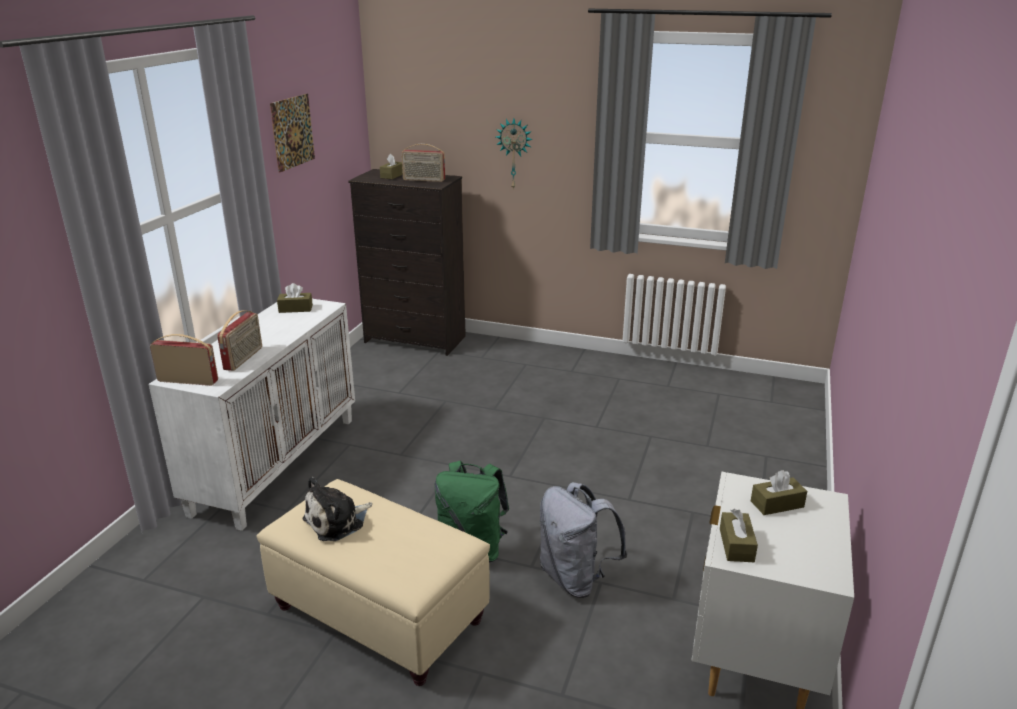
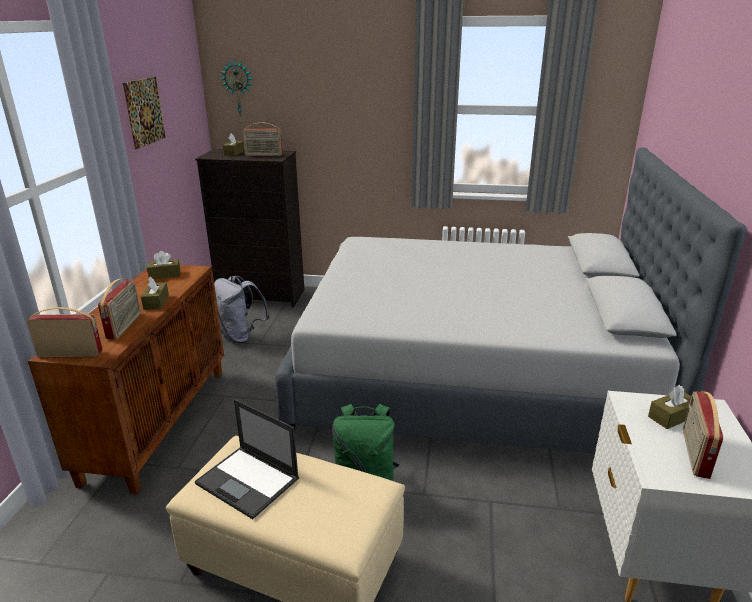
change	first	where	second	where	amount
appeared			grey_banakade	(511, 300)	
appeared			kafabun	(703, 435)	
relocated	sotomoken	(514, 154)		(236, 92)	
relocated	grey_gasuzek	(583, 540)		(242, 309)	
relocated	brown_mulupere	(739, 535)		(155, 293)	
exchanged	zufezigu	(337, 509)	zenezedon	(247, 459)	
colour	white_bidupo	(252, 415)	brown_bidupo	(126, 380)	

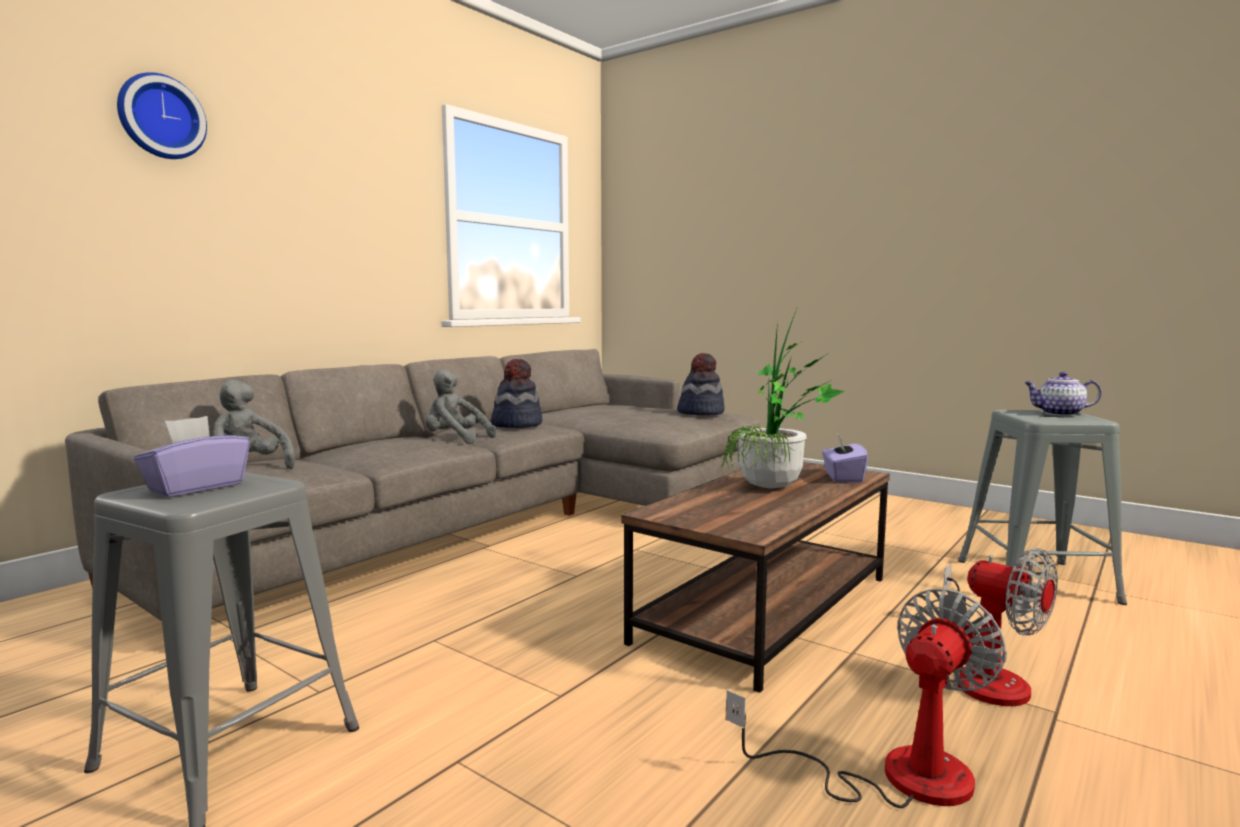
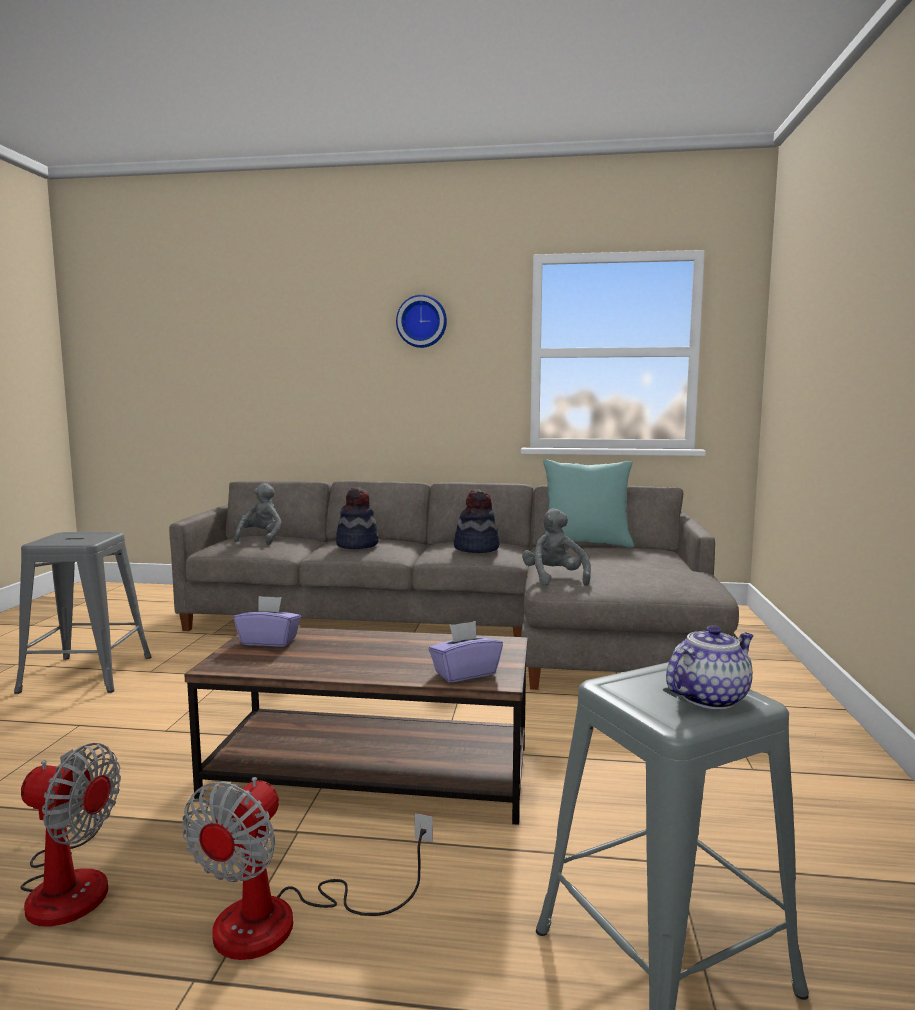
change	first	where	second	where	amount
missing	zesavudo	(783, 399)			
appeared			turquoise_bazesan	(588, 503)	
relocated	sotomoken	(162, 115)		(421, 321)	
relocated	purple_mulupere	(192, 456)		(267, 621)	
relocated	grey_zufezigu	(460, 406)		(556, 547)	
relocated	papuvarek	(701, 384)		(357, 518)	
spun	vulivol	(1063, 394)		(710, 667)	75 degrees clockwise

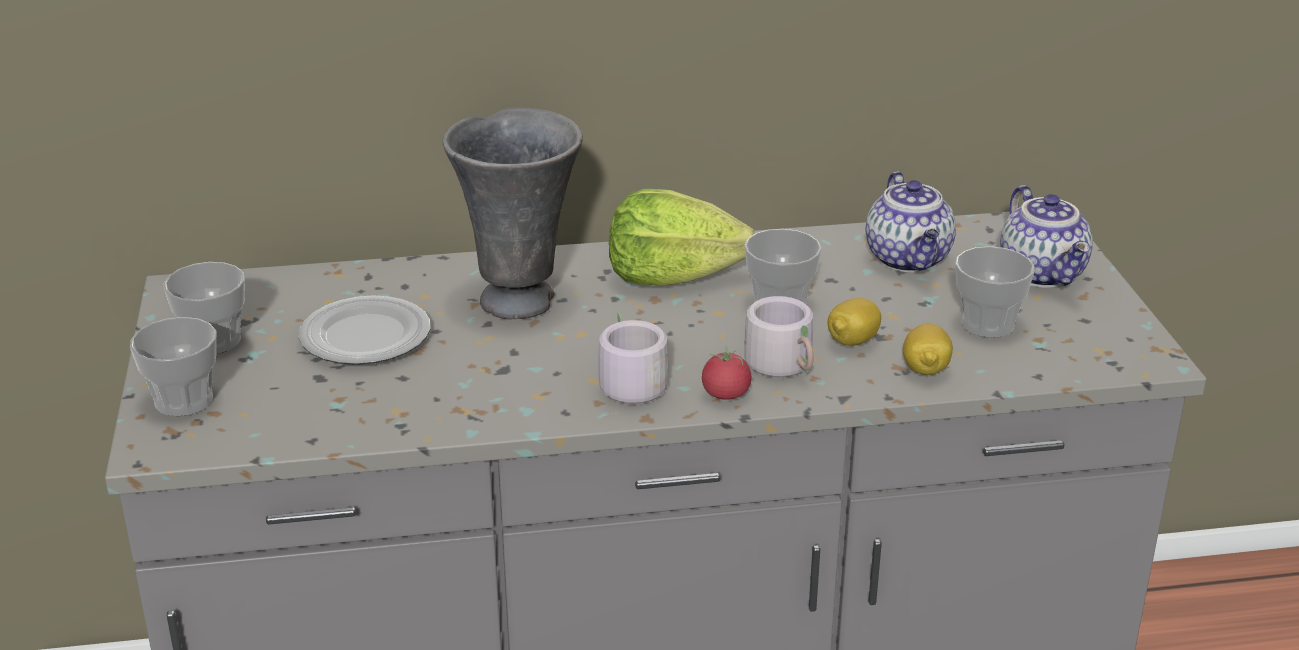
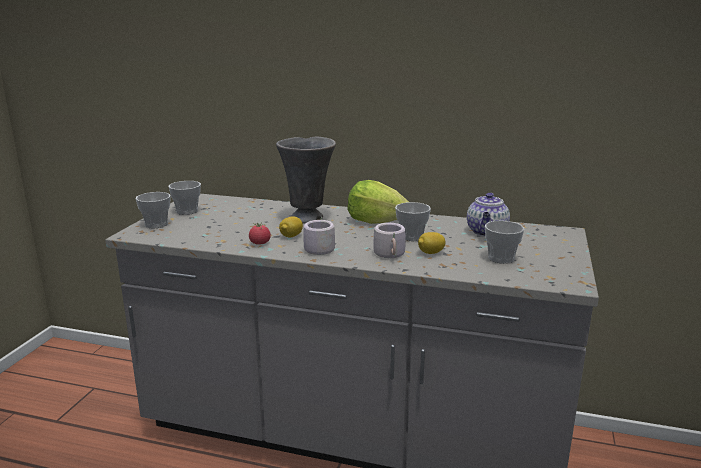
change	first	where	second	where	amount
missing	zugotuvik	(365, 330)			
missing	vulivol	(1046, 236)			
relocated	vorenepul	(726, 373)		(260, 233)	
relocated	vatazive	(928, 349)		(291, 226)	

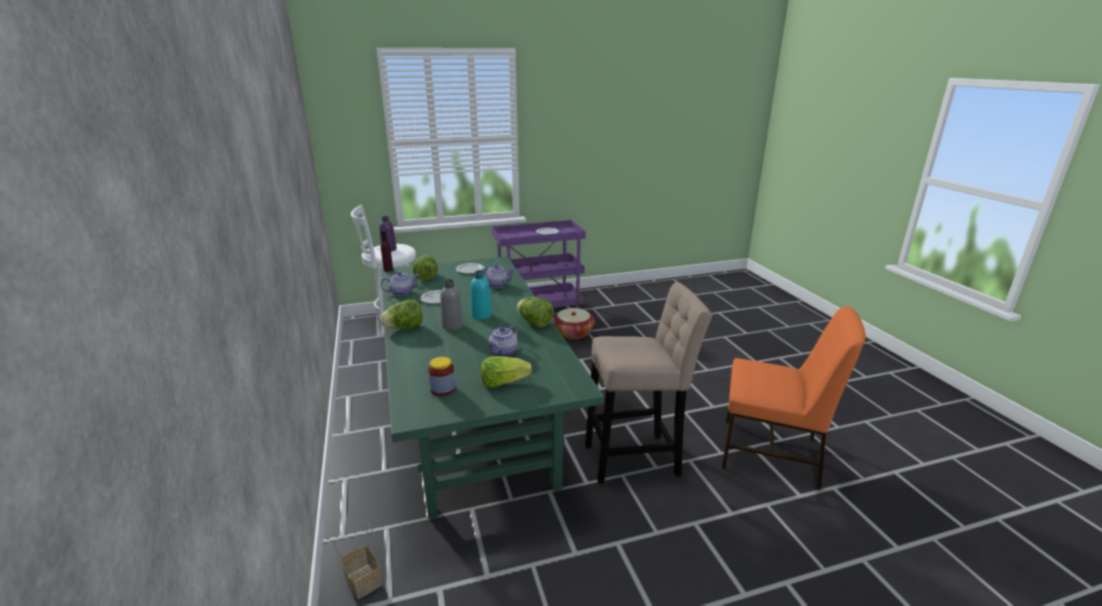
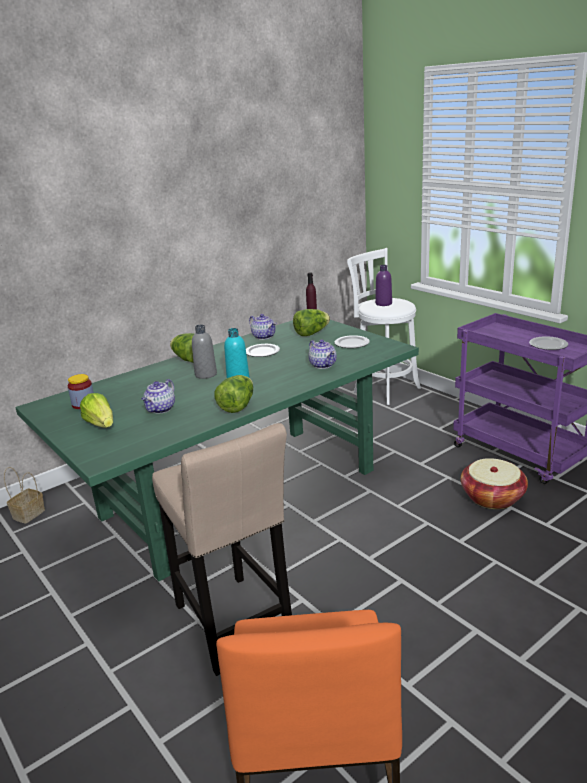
change	first	where	second	where	amount
spun	vulivol	(502, 341)		(158, 396)	75 degrees counterclockwise

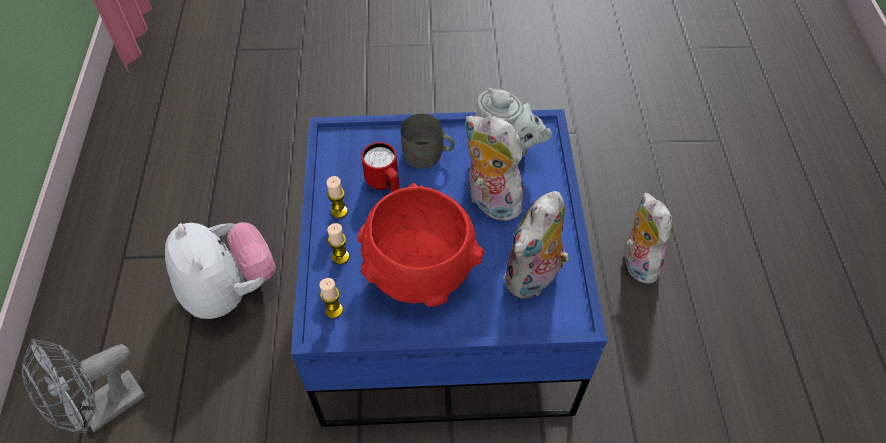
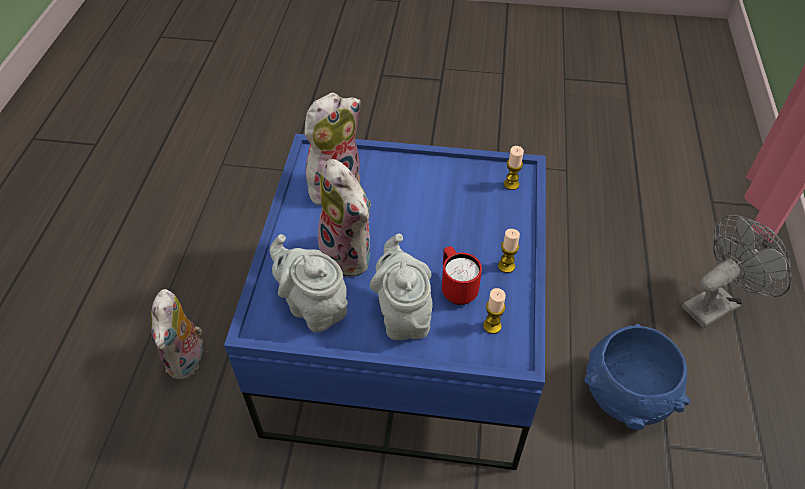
change	first	where	second	where	amount
missing	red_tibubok	(421, 245)			
relocated	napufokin	(338, 243)		(494, 311)	
exchanged	zufezigu	(220, 270)	blue_tibubok	(637, 377)	
exchanged	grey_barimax	(428, 141)	grey_vulivol	(401, 287)	

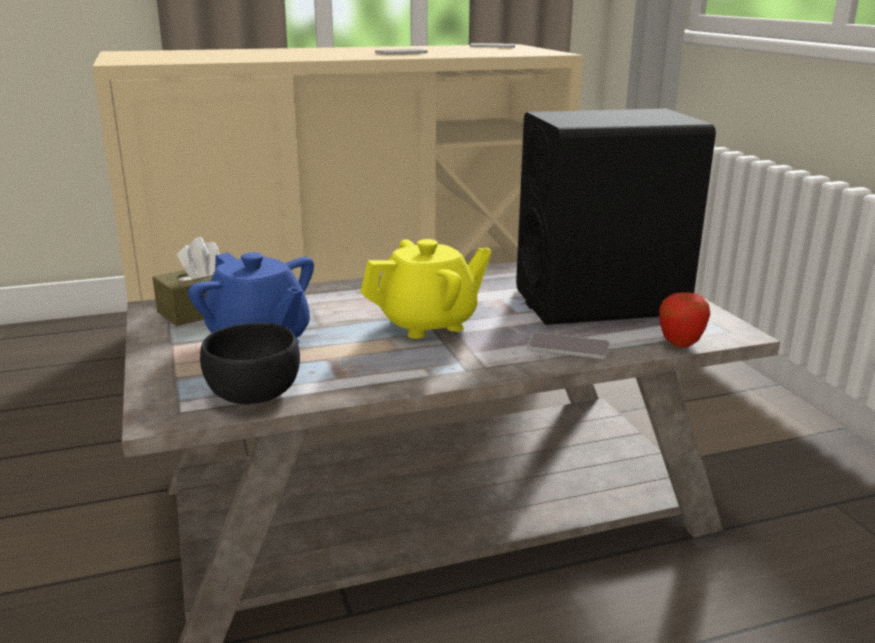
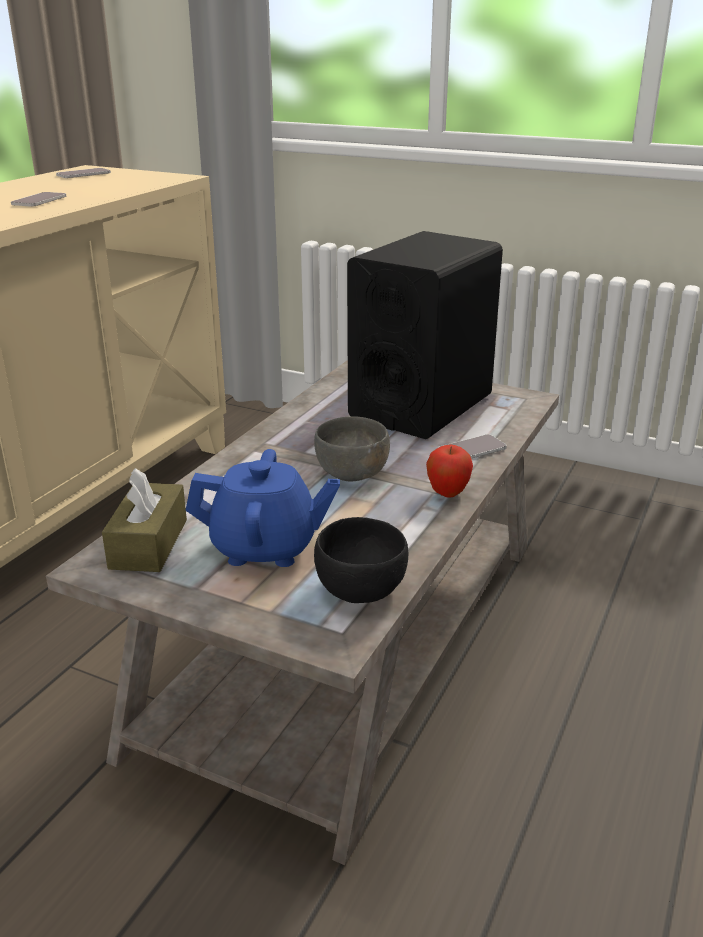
change	first	where	second	where	amount
relocated	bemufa	(684, 320)		(449, 471)	
exchanged	yellow_vulivol	(426, 289)	grey_tibubok	(352, 448)	

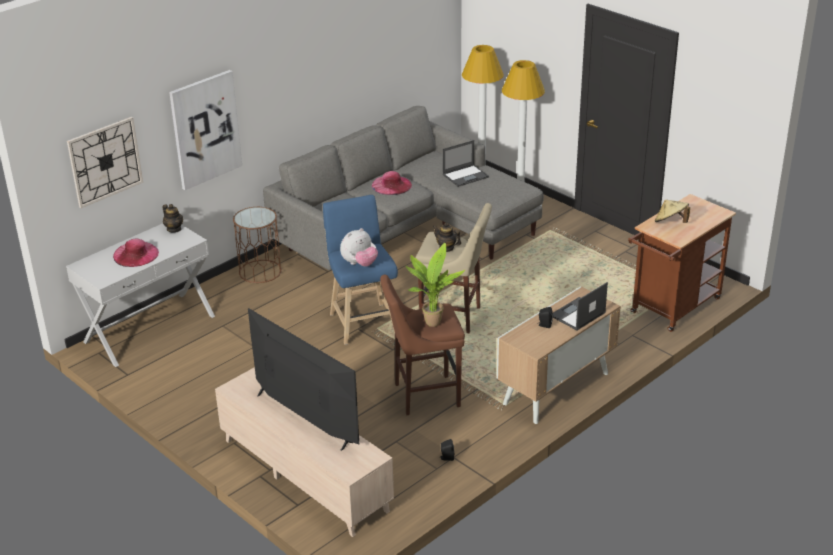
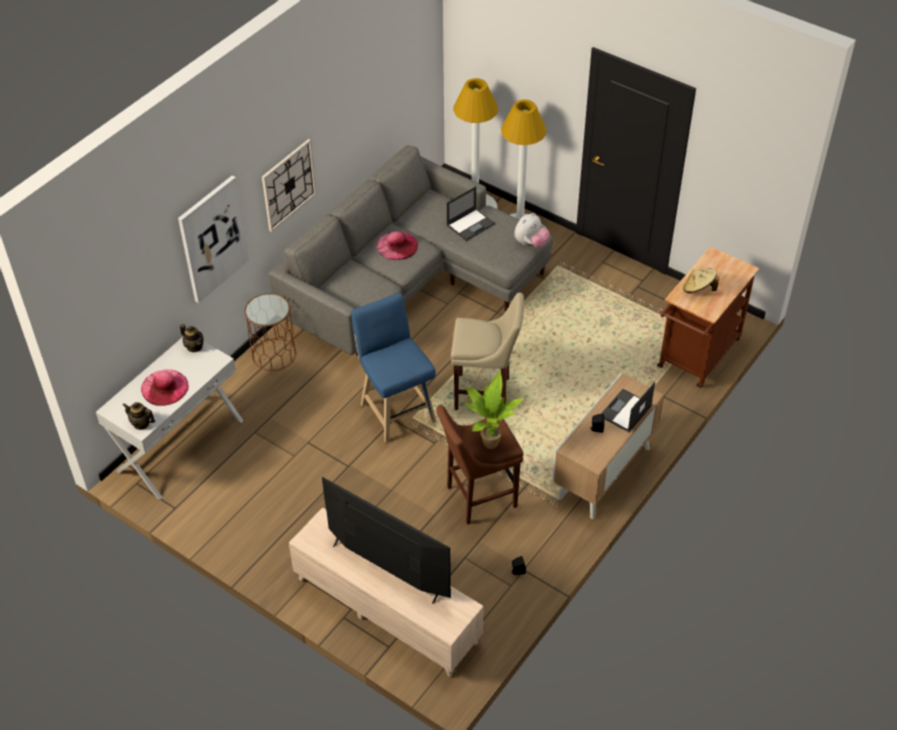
change	first	where	second	where	amount
relocated	sotomoken	(105, 162)		(289, 185)	
relocated	zufezigu	(359, 247)		(532, 230)	
relocated	vulivol	(447, 237)		(139, 416)	

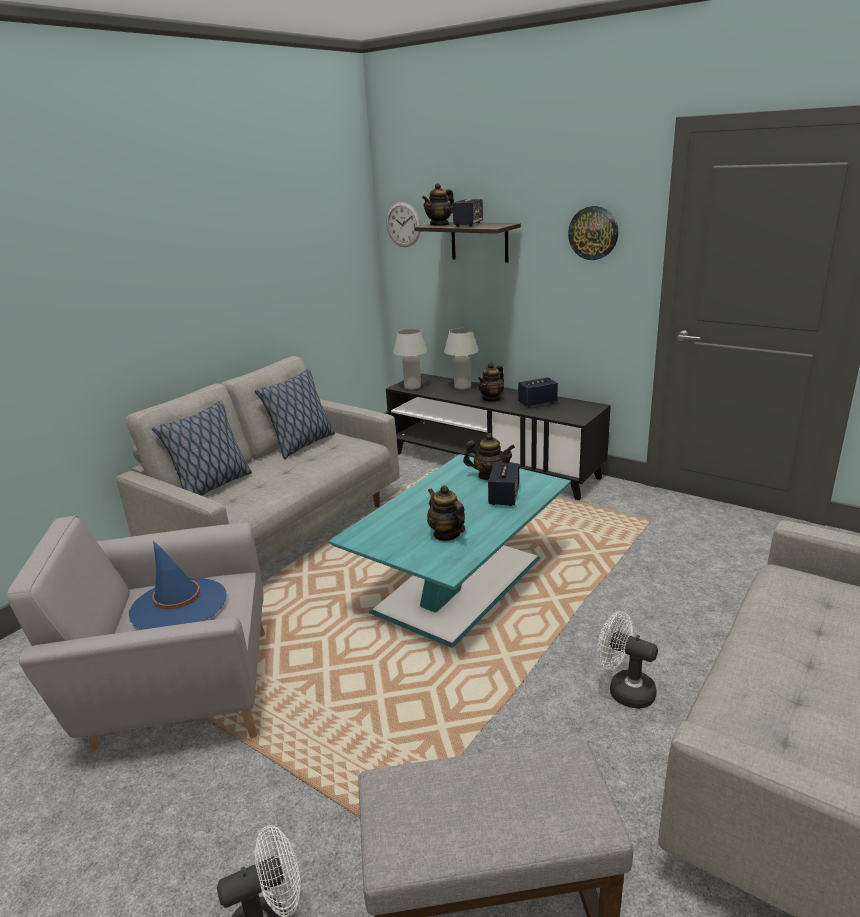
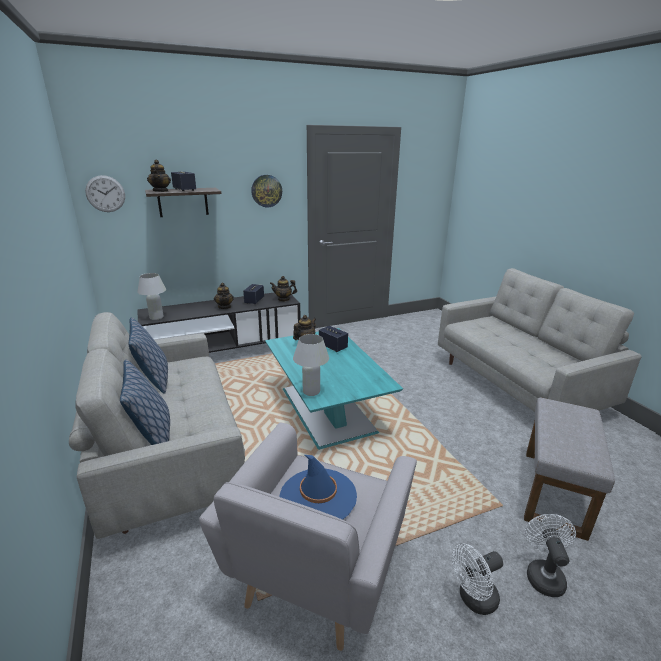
change	first	where	second	where	amount
relocated	vulivol	(446, 513)		(283, 289)	
relocated	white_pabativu	(461, 359)		(311, 365)	
relocated	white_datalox	(628, 660)		(477, 579)	

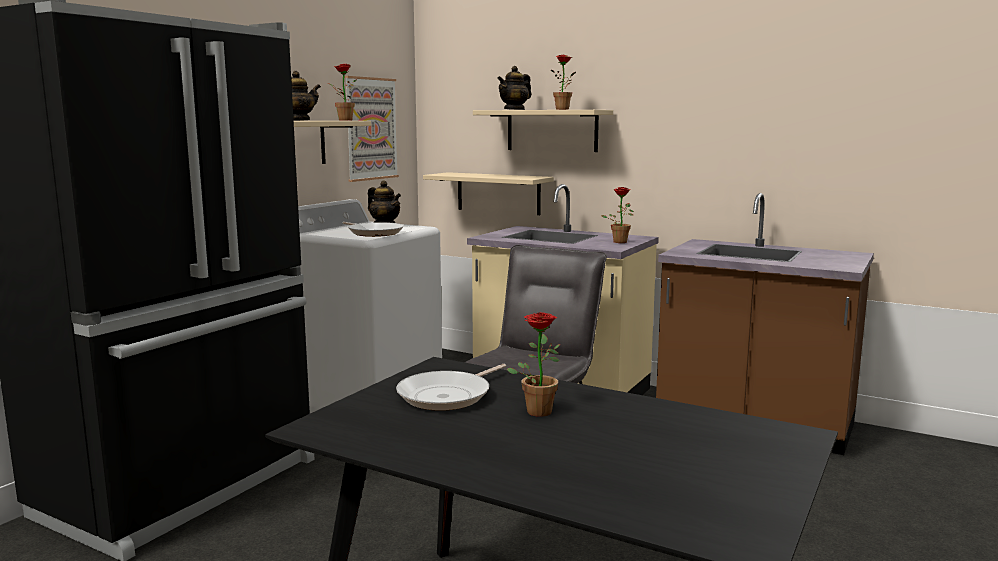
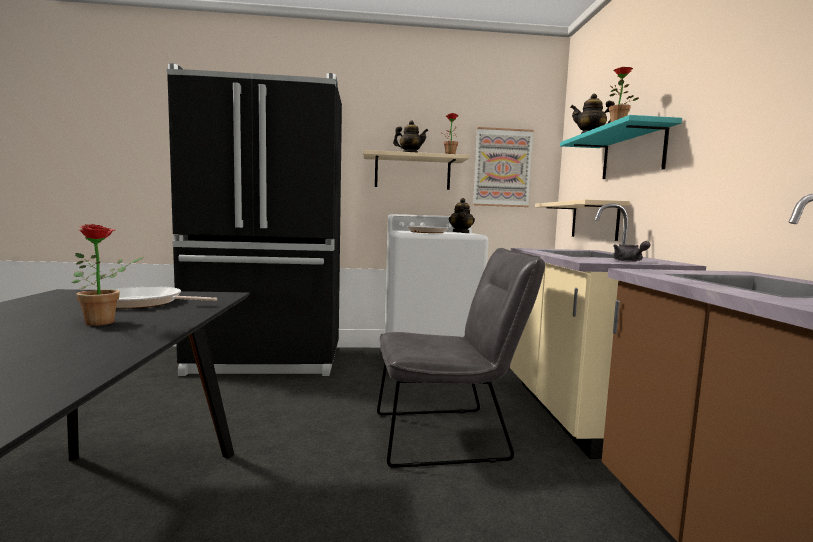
change	first	where	second	where	amount
exchanged	zesavudo	(617, 215)	grey_vulivol	(631, 251)	
colour	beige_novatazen	(543, 131)	turquoise_novatazen	(621, 147)	

